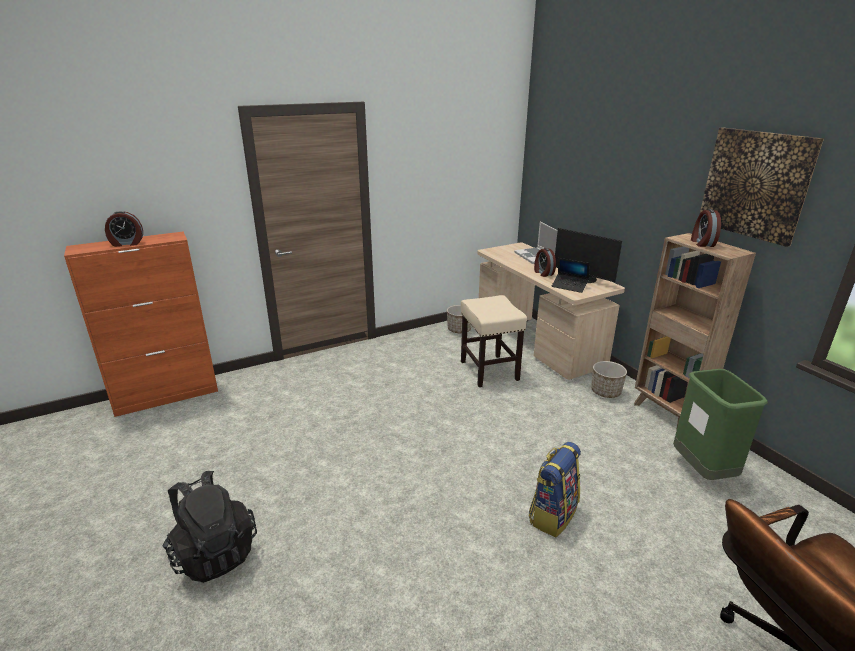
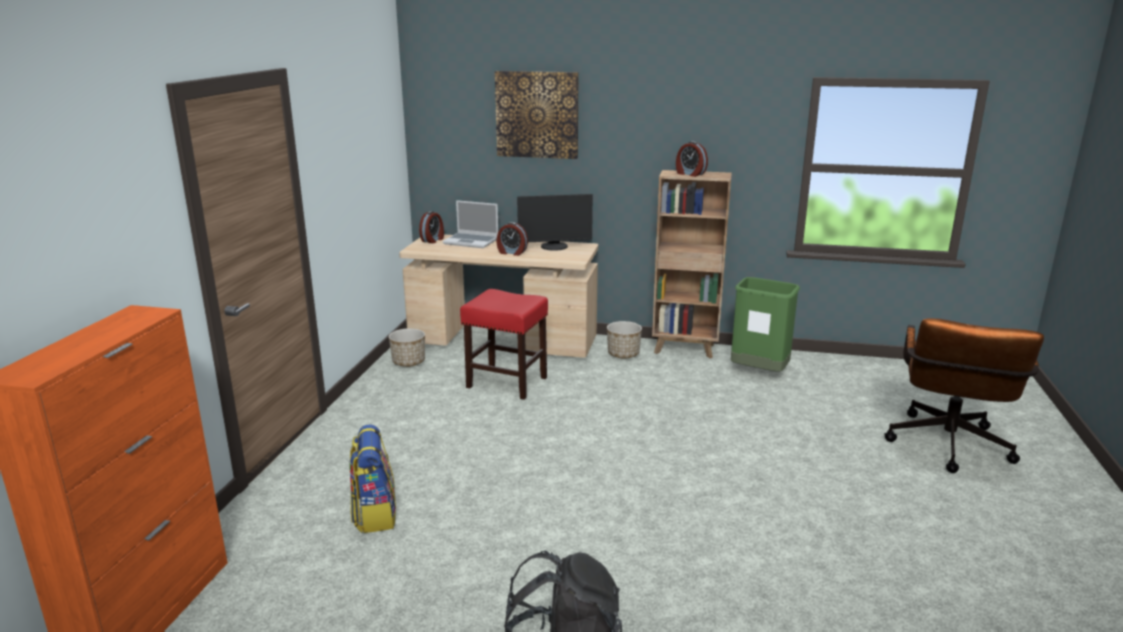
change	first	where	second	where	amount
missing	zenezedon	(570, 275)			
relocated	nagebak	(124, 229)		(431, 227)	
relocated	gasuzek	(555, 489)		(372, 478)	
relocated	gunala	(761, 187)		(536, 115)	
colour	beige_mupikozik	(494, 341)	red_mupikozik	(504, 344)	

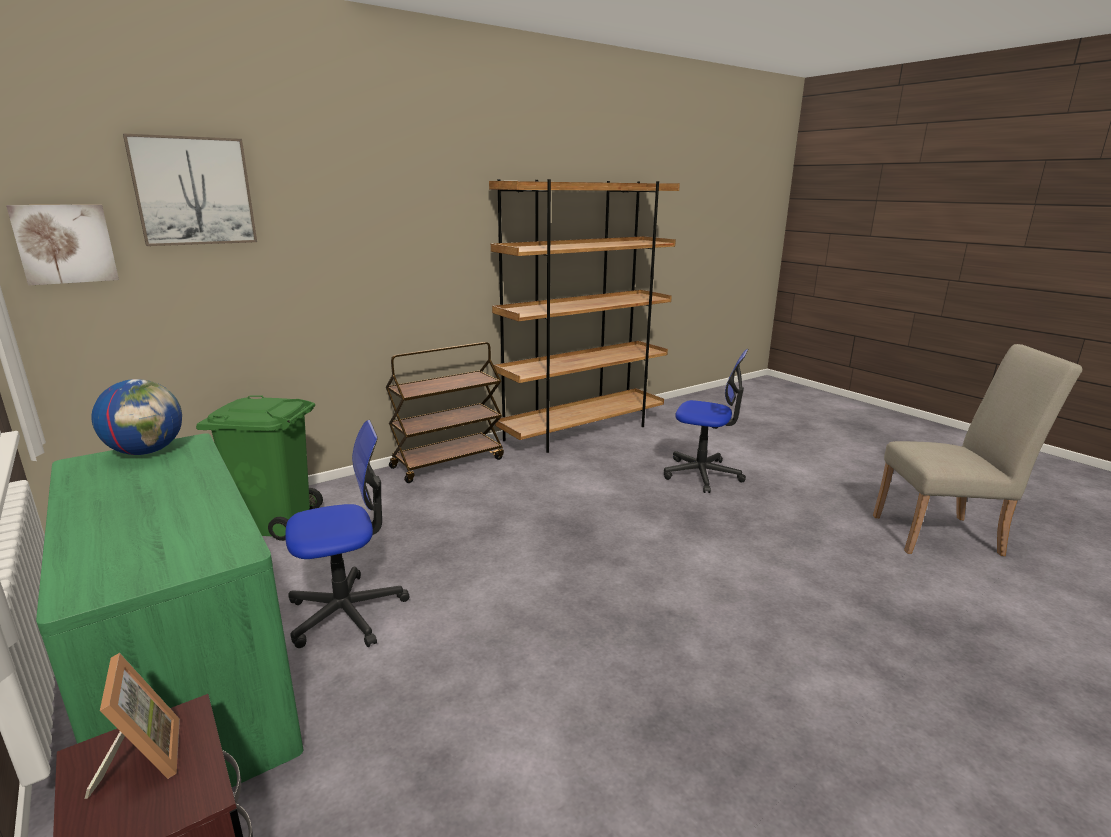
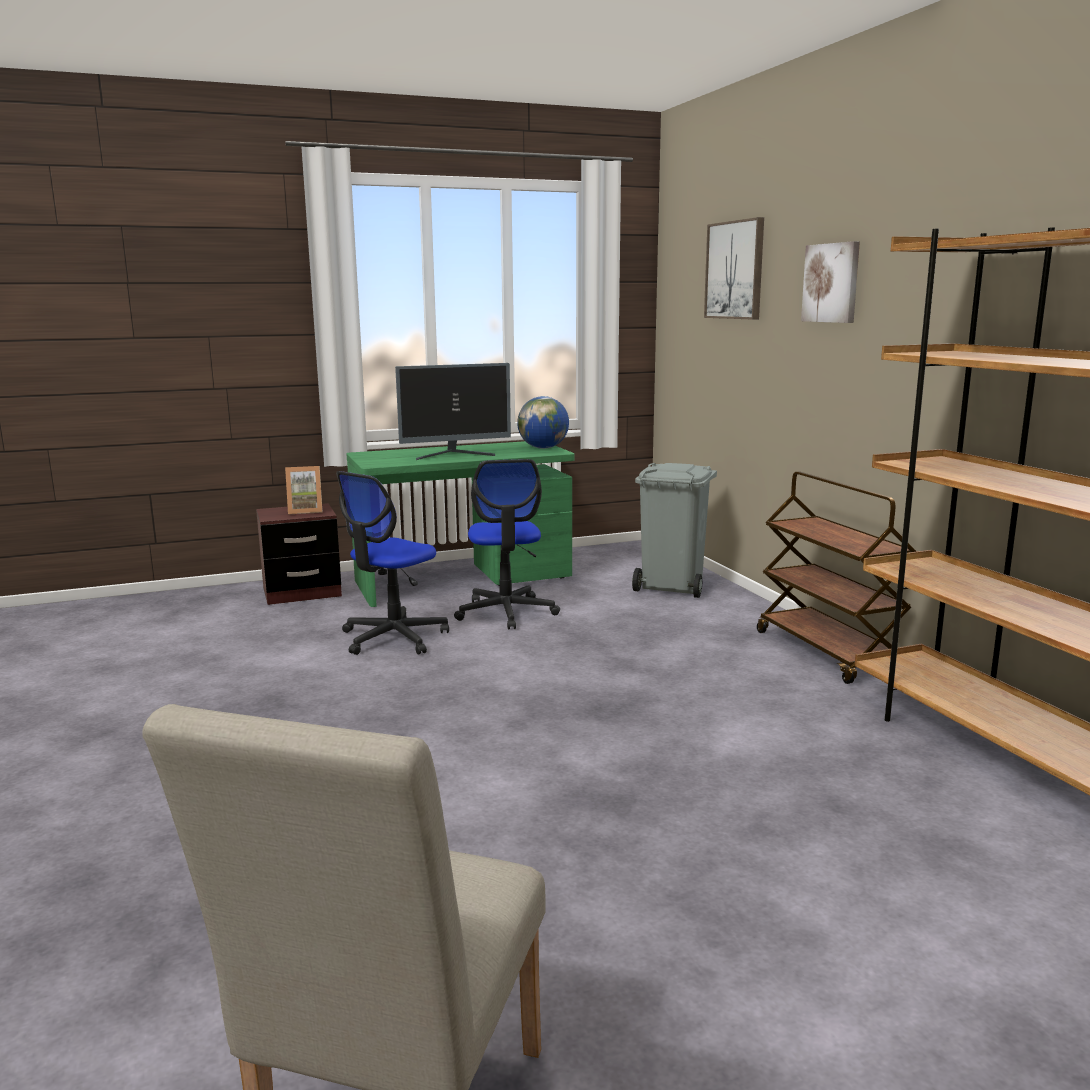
change	first	where	second	where	amount
appeared			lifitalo	(453, 411)	
relocated	gunala	(62, 245)		(830, 282)	
relocated	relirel	(706, 421)		(392, 563)	
colour	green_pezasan	(259, 468)	grey_pezasan	(674, 530)	

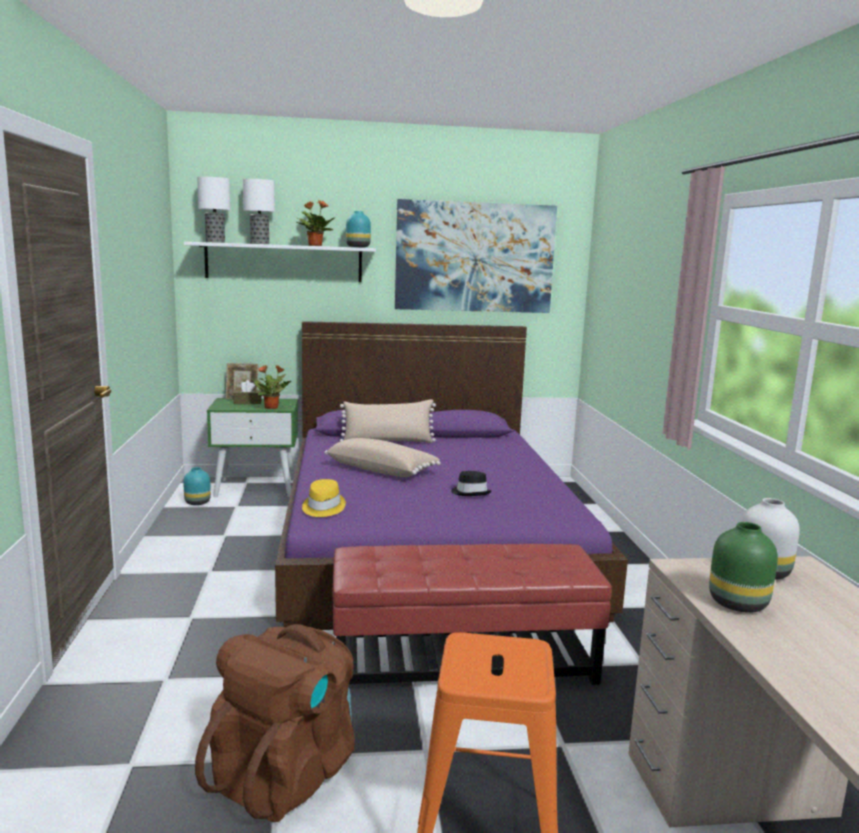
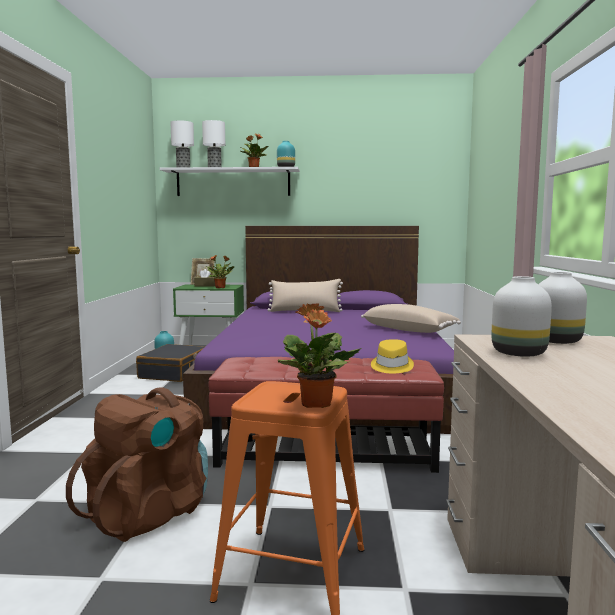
change	first	where	second	where	amount
missing	gunala	(476, 256)			
missing	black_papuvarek	(471, 483)			
appeared			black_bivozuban	(170, 363)	
appeared			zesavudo	(319, 355)	
relocated	yellow_papuvarek	(324, 498)		(392, 356)	
relocated	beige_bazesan	(382, 457)		(411, 318)	
colour	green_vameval	(743, 567)	white_vameval	(522, 316)	

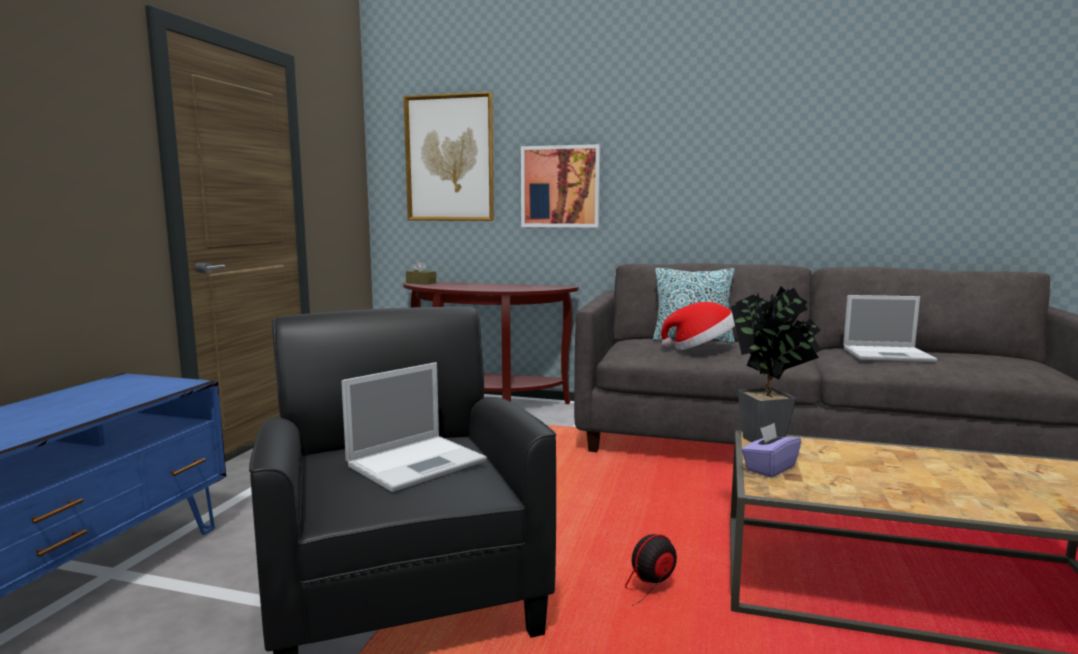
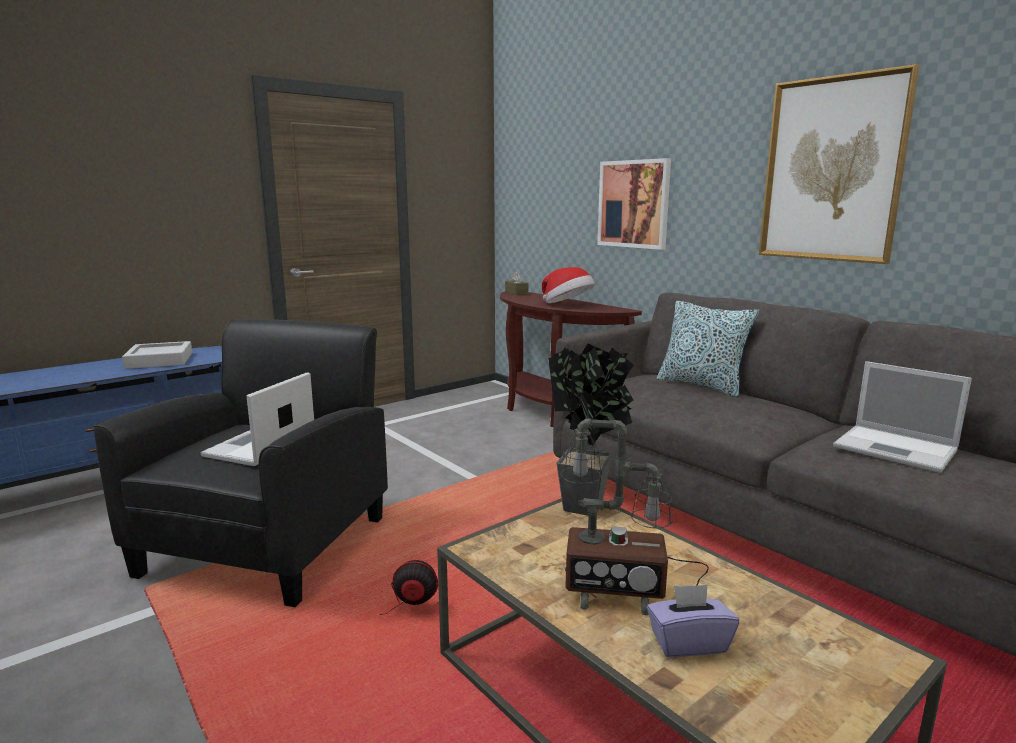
change	first	where	second	where	amount
appeared			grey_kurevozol	(157, 355)	
appeared			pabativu	(633, 517)	
relocated	gunala	(448, 156)		(839, 164)	
relocated	papuvarek	(698, 326)		(568, 285)	
relocated	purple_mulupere	(771, 450)		(693, 621)	
spun	zenezedon	(414, 427)		(257, 419)	120 degrees clockwise

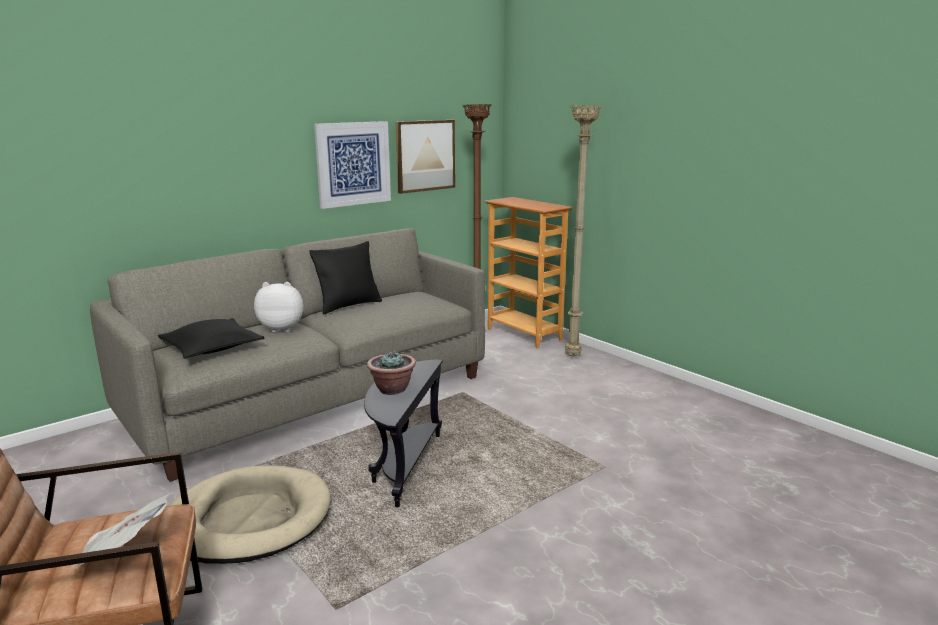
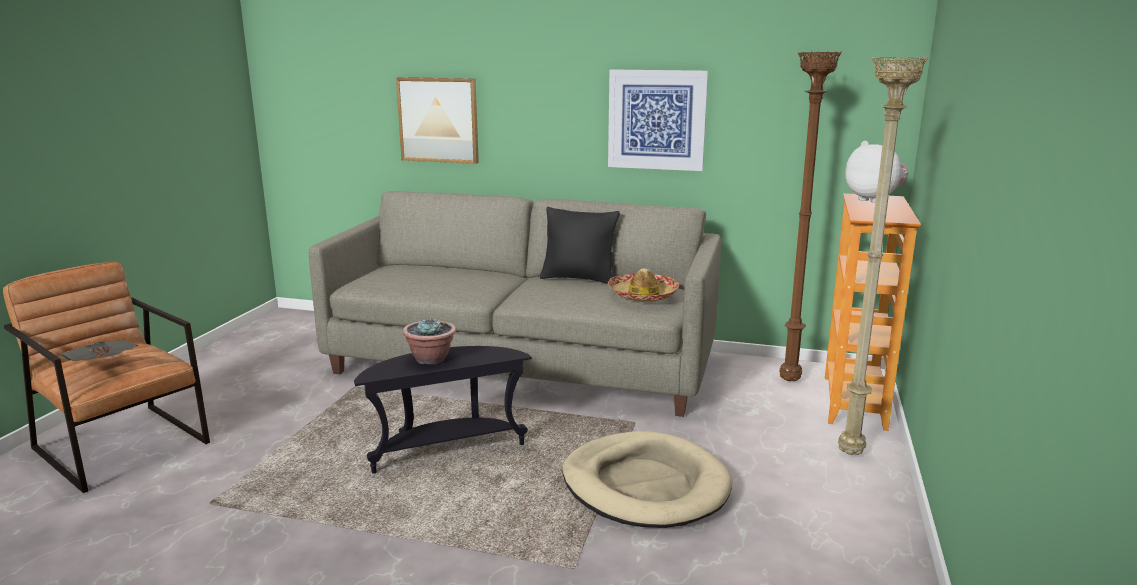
change	first	where	second	where	amount
missing	black_bazesan	(211, 338)			
appeared			papuvarek	(643, 285)	
relocated	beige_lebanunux	(250, 514)		(647, 479)	
relocated	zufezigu	(279, 307)		(876, 172)	
relocated	gunala	(425, 157)		(437, 120)	

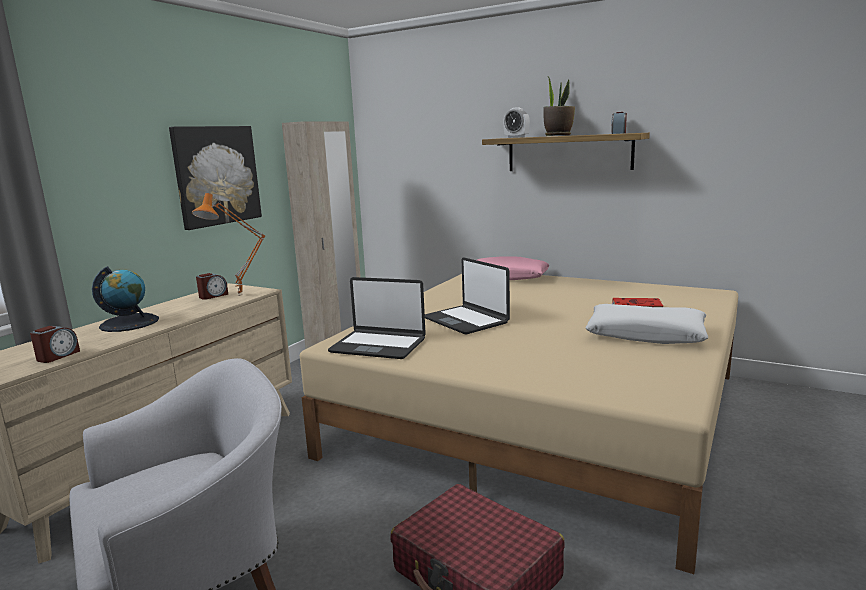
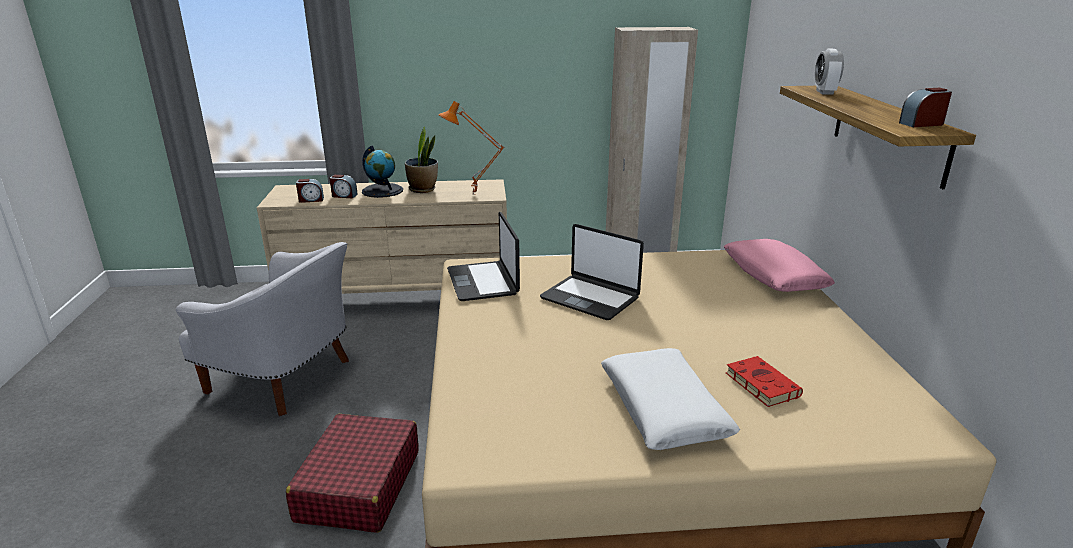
change	first	where	second	where	amount
missing	gunala	(215, 178)			
relocated	nagebak	(212, 286)		(344, 187)	
relocated	zesavudo	(559, 106)		(421, 160)	
spun	zenezedon	(467, 296)		(592, 272)	75 degrees counterclockwise

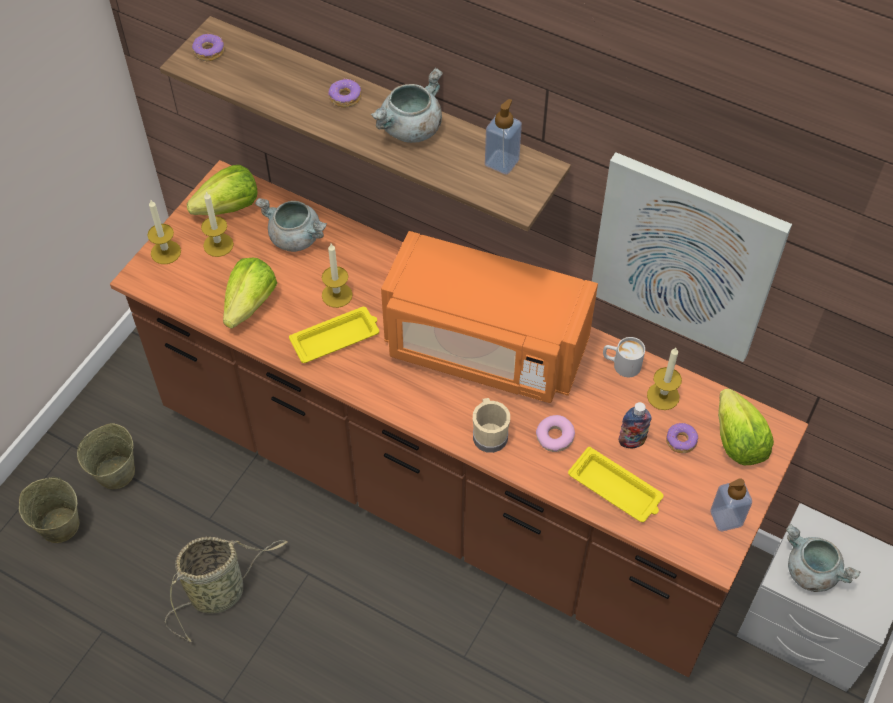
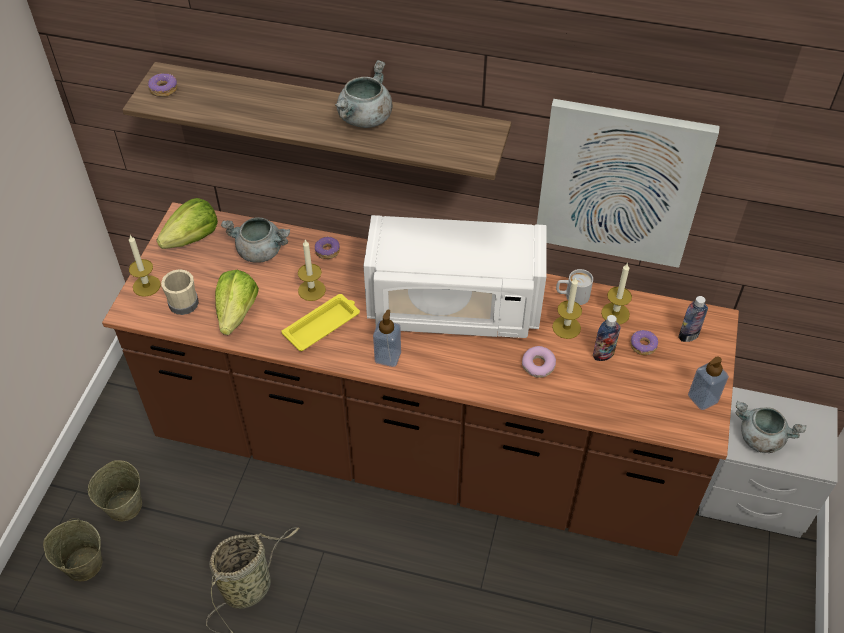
change	first	where	second	where	amount
missing	yellow_kurevozol	(615, 484)			
relocated	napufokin	(217, 224)		(567, 308)	
relocated	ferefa	(344, 93)		(327, 248)	
relocated	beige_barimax	(491, 425)		(180, 292)	
relocated	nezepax	(503, 137)		(387, 338)	
exchanged	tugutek	(746, 427)	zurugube	(693, 319)	
colour	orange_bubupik	(489, 317)	white_bubupik	(455, 276)	

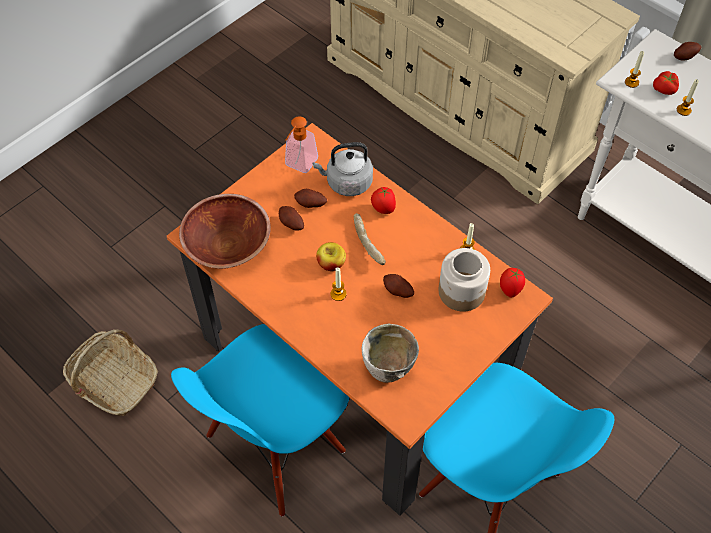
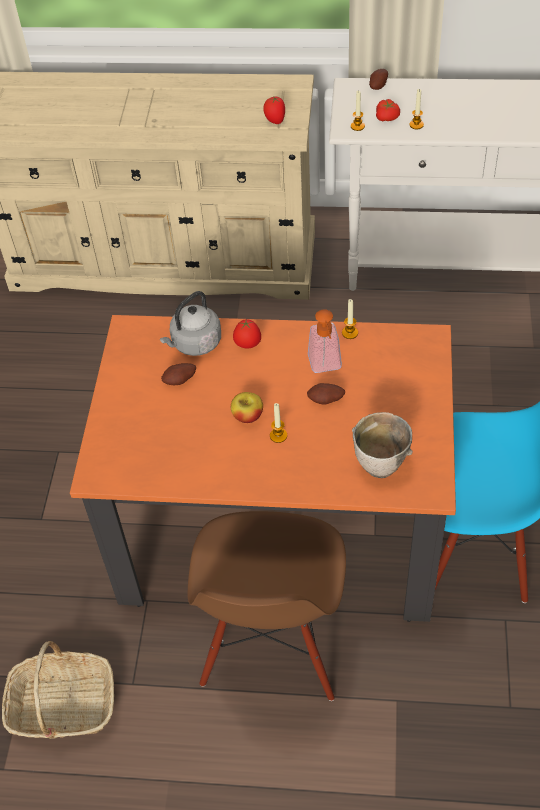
change	first	where	second	where	amount
missing	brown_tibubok	(225, 231)			
missing	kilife	(291, 218)			
missing	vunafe	(370, 239)			
missing	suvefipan	(464, 280)			
relocated	nezepax	(301, 144)		(325, 341)	
relocated	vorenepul	(512, 283)		(274, 110)	
colour	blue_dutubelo	(260, 420)	brown_dutubelo	(267, 606)	

